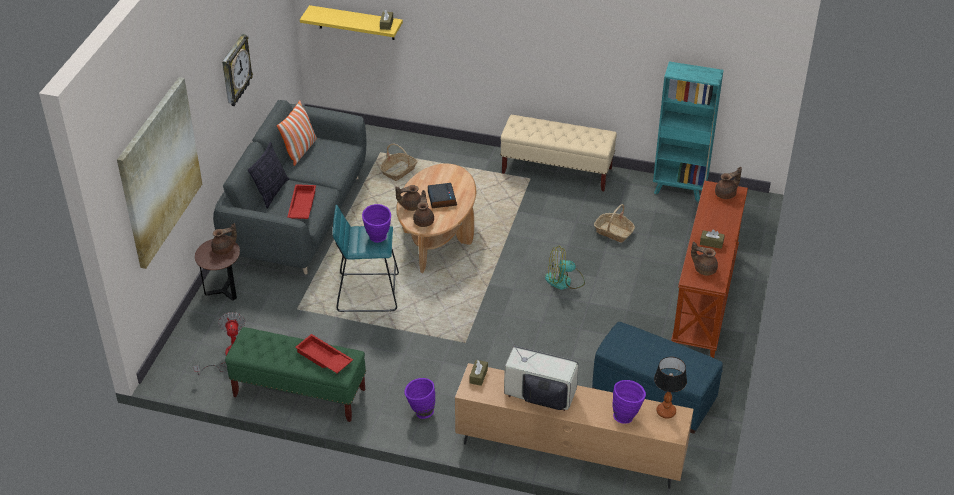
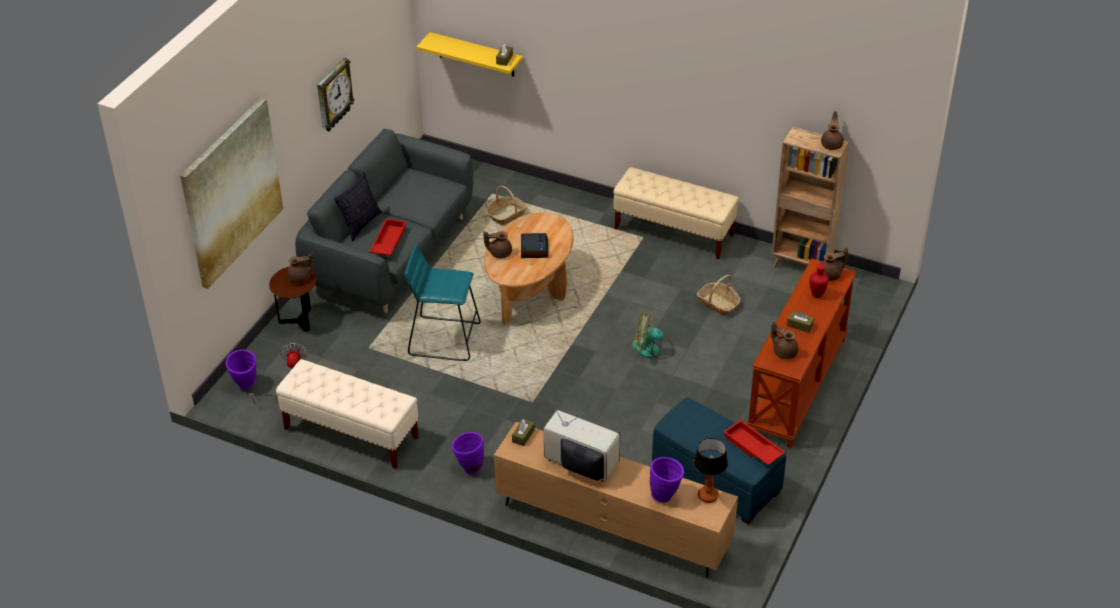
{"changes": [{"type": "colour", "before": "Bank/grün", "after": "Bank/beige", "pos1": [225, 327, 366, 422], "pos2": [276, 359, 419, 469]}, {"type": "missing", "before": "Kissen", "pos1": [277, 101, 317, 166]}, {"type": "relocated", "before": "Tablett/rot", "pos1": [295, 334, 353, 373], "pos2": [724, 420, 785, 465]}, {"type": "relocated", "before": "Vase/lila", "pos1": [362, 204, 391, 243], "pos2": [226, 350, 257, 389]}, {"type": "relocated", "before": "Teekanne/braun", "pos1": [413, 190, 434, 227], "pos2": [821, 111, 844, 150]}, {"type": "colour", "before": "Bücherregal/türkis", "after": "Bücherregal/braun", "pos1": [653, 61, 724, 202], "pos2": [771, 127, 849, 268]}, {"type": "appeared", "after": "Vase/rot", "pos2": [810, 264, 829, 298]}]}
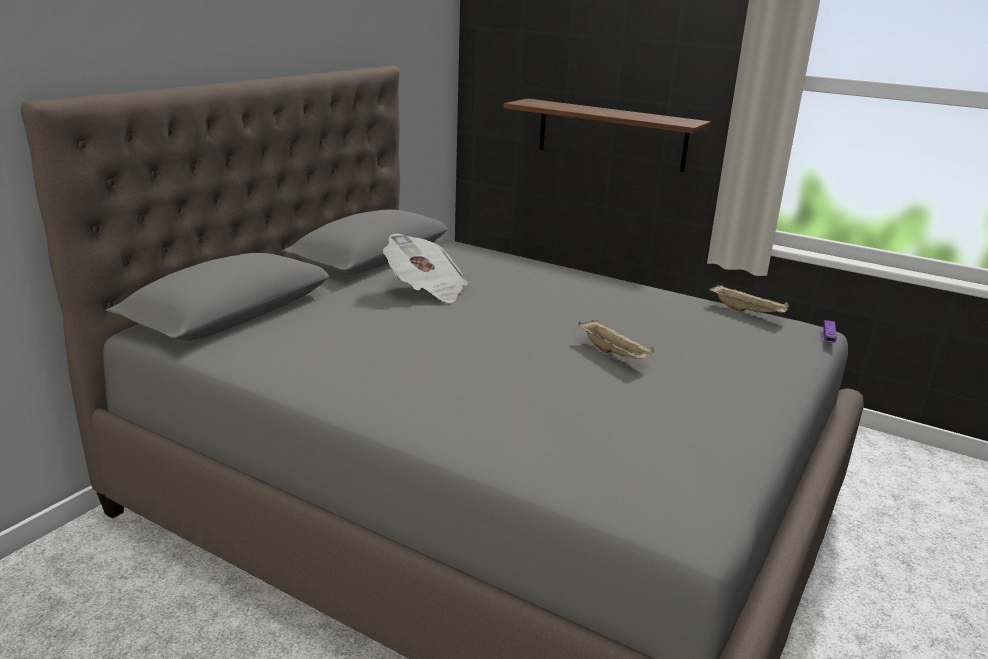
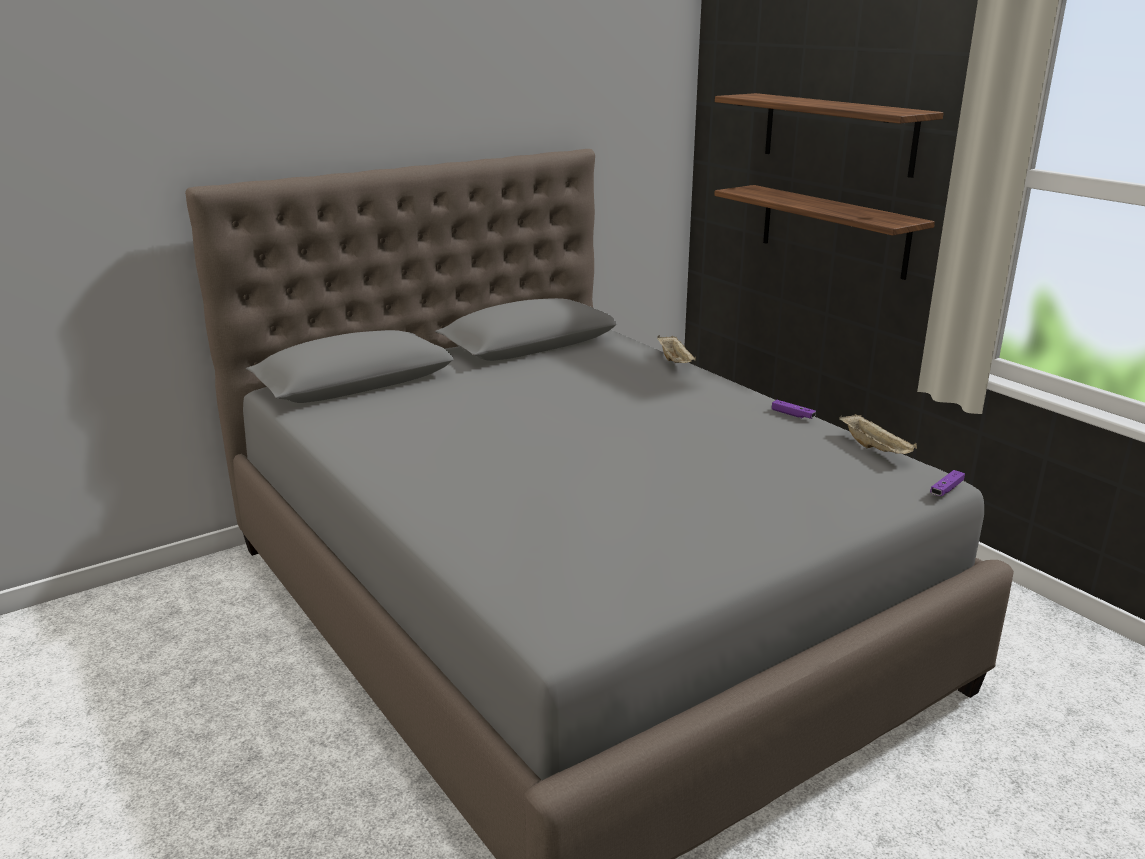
{"changes": [{"type": "missing", "before": "Zeitung", "pos1": [383, 234, 468, 303]}, {"type": "relocated", "before": "Tablett/beige", "pos1": [578, 320, 654, 359], "pos2": [657, 335, 696, 363]}, {"type": "appeared", "after": "Wandregal", "pos2": [715, 93, 944, 178]}, {"type": "appeared", "after": "Gamepad/lila", "pos2": [772, 400, 816, 419]}]}
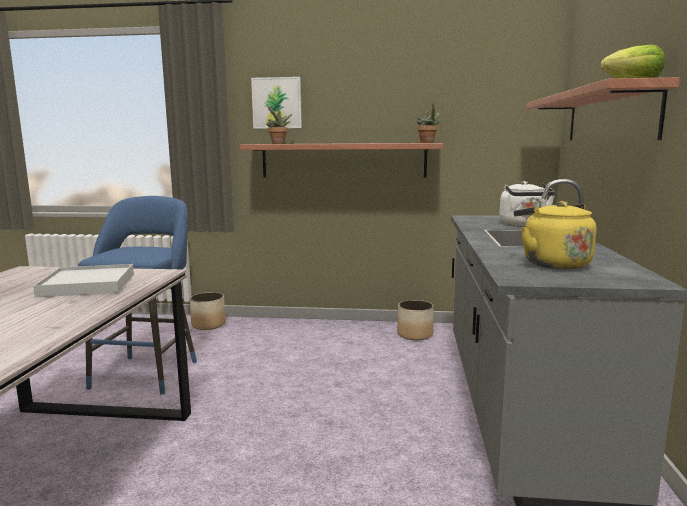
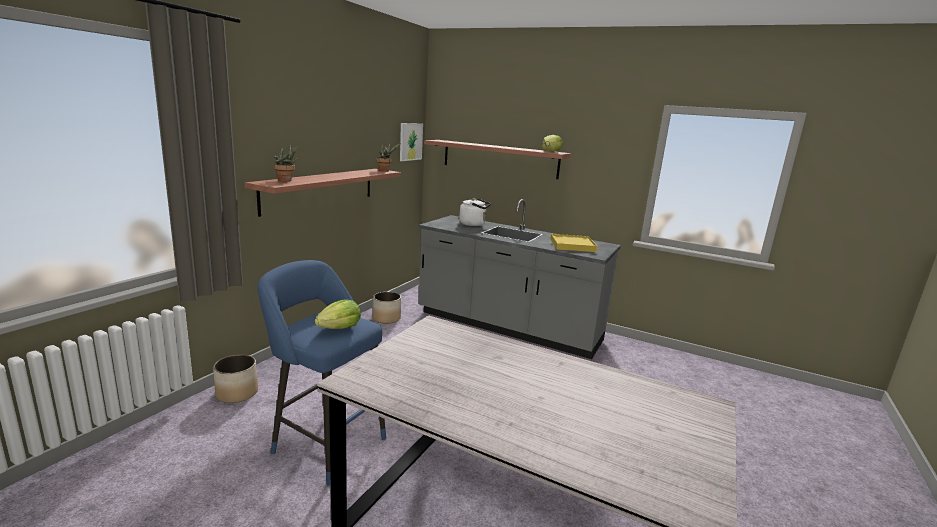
{"changes": [{"type": "missing", "before": "Tablett/weiß", "pos1": [33, 264, 134, 297]}, {"type": "relocated", "before": "Bild", "pos1": [251, 77, 302, 129], "pos2": [400, 123, 423, 161]}, {"type": "exchanged", "before": "Wasserkessel/gelb", "after": "Tablett/gelb", "pos1": [514, 201, 596, 269], "pos2": [551, 234, 598, 252]}, {"type": "appeared", "after": "Salatkopf", "pos2": [315, 300, 361, 329]}]}
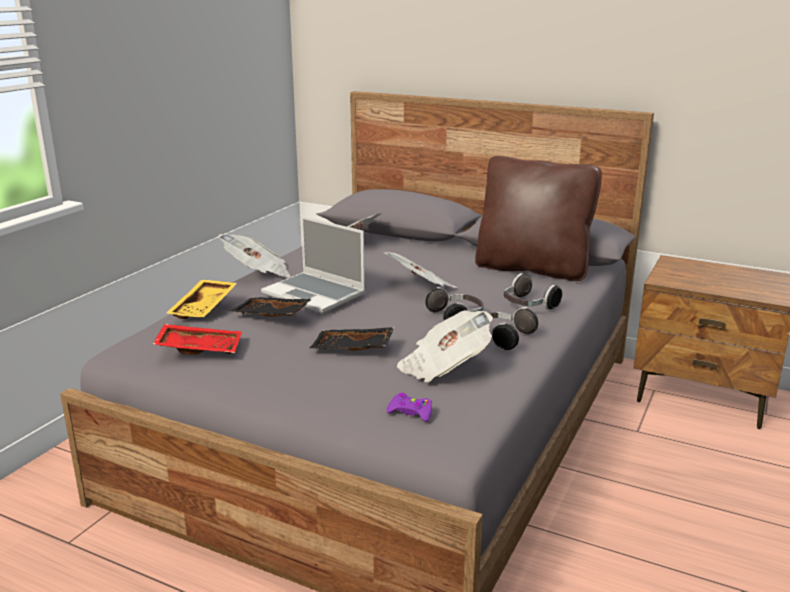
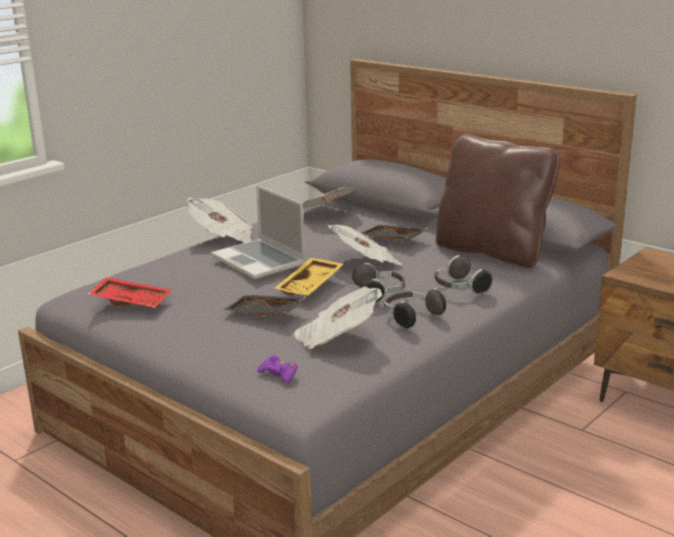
{"changes": [{"type": "relocated", "before": "Tablett/gelb", "pos1": [166, 279, 237, 319], "pos2": [274, 258, 343, 295]}, {"type": "relocated", "before": "Tablett/schwarz", "pos1": [230, 297, 312, 317], "pos2": [361, 225, 428, 240]}]}
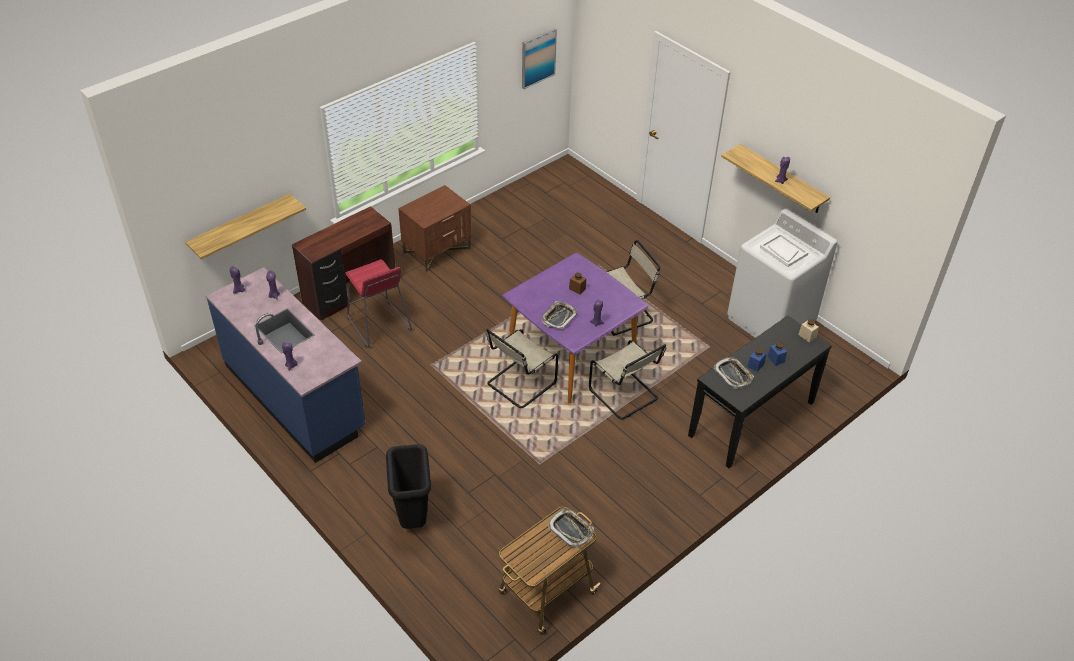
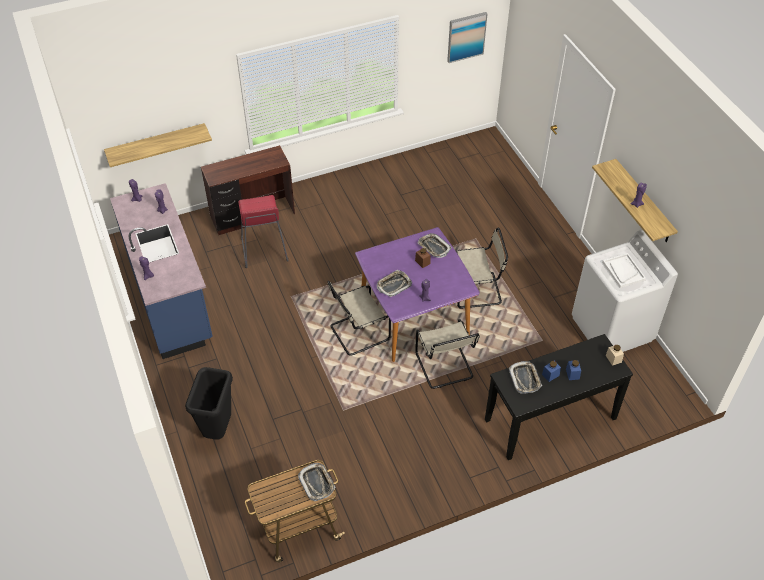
{"changes": [{"type": "missing", "before": "Nachttisch/braun", "pos1": [398, 185, 472, 273]}, {"type": "appeared", "after": "Tablett", "pos2": [418, 233, 451, 258]}]}
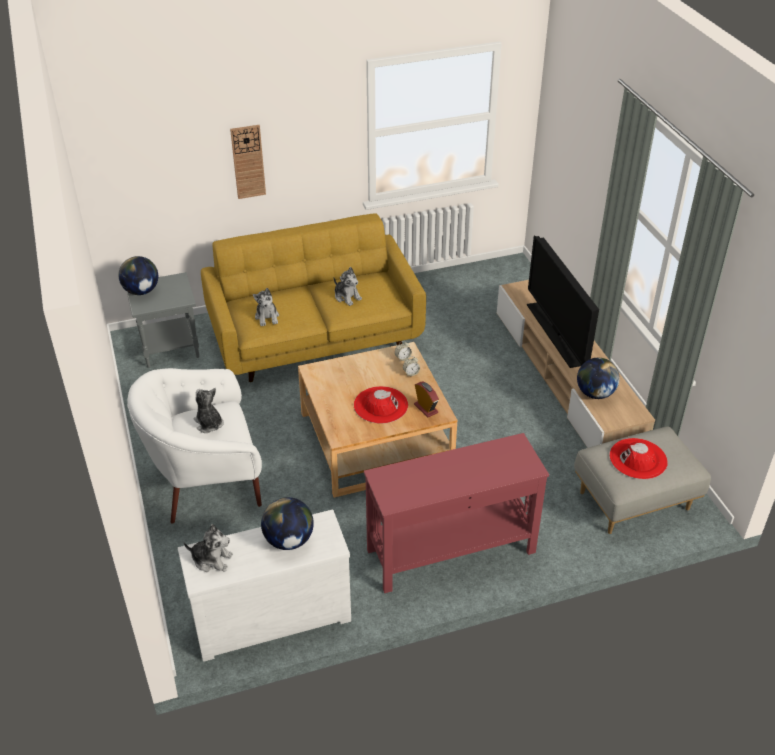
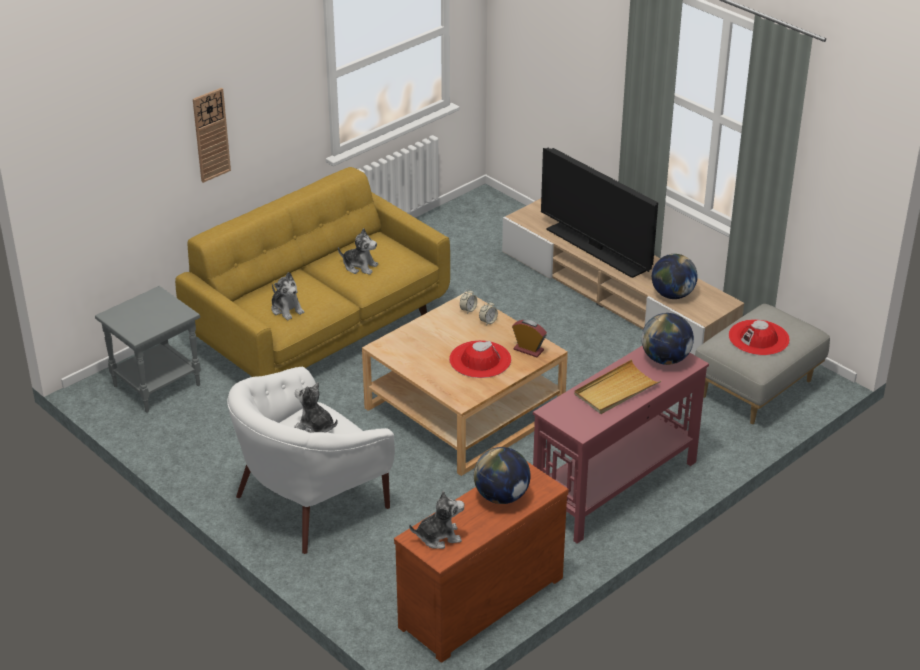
{"changes": [{"type": "relocated", "before": "Globus", "pos1": [118, 256, 158, 295], "pos2": [641, 313, 694, 365]}, {"type": "colour", "before": "Kommode/weiß", "after": "Kommode/braun", "pos1": [178, 510, 351, 662], "pos2": [394, 462, 569, 663]}, {"type": "appeared", "after": "Tablett/beige", "pos2": [574, 359, 661, 414]}]}
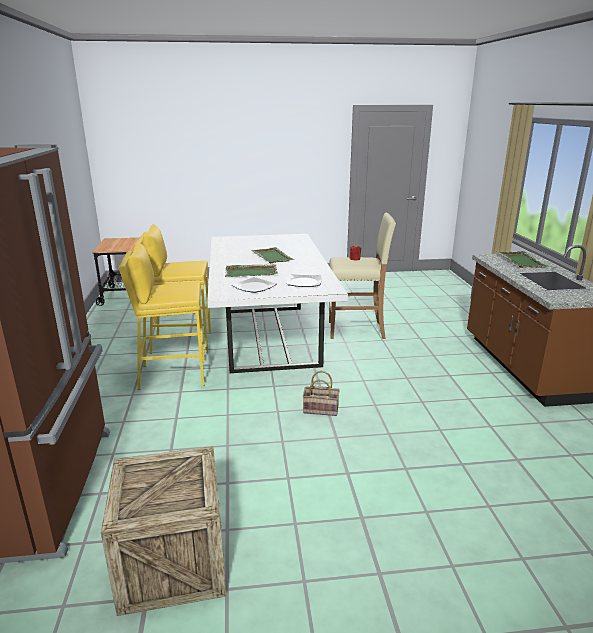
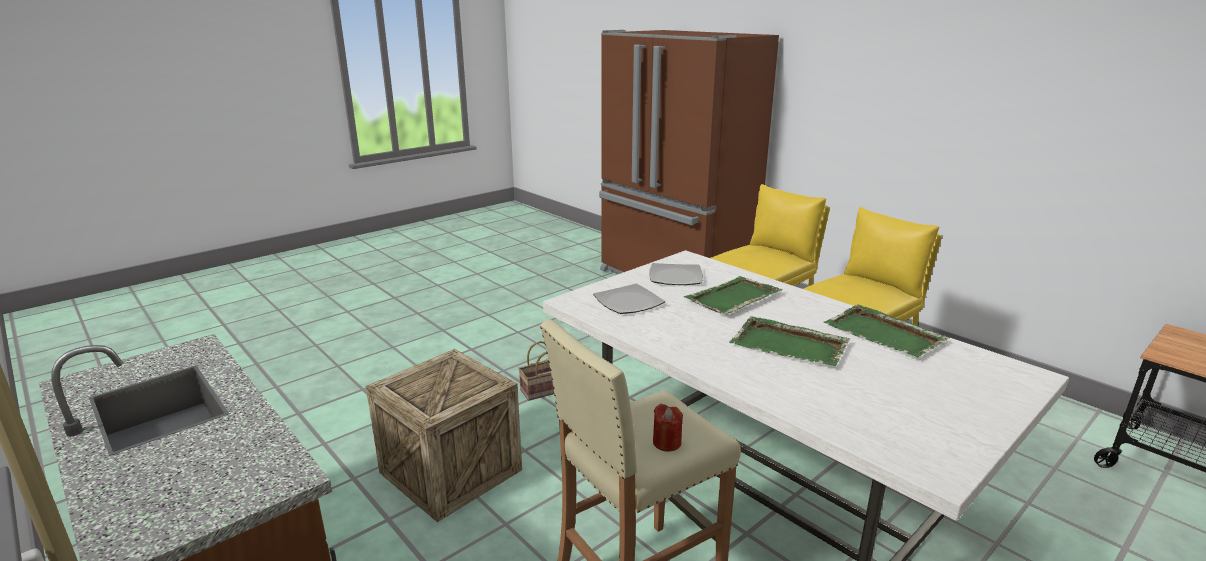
{"changes": [{"type": "relocated", "before": "Kiste", "pos1": [101, 446, 226, 616], "pos2": [366, 349, 522, 522]}, {"type": "relocated", "before": "Tablett/grün", "pos1": [496, 251, 549, 268], "pos2": [823, 304, 950, 357]}]}
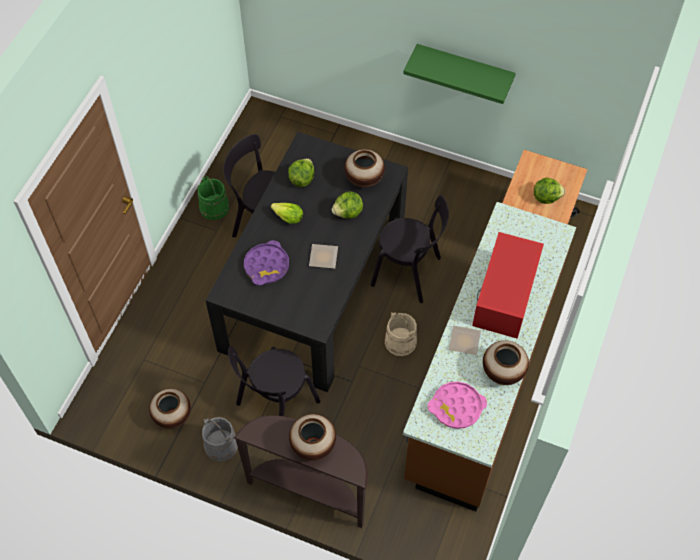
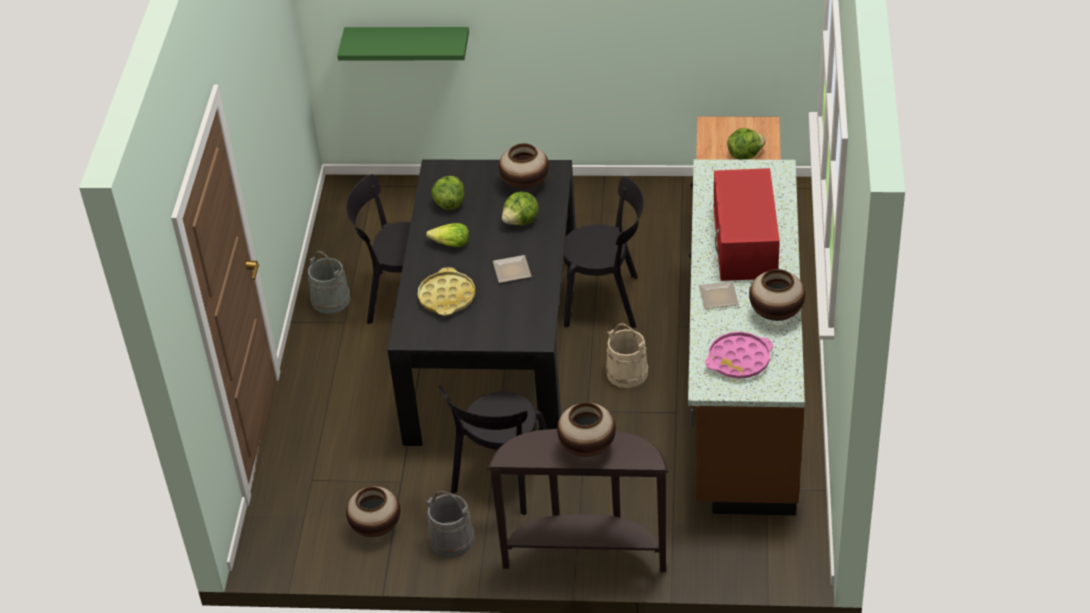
{"changes": [{"type": "colour", "before": "Eimer/grün", "after": "Eimer/grau", "pos1": [198, 176, 229, 220], "pos2": [308, 251, 350, 314]}, {"type": "colour", "before": "Tablett/lila", "after": "Tablett/gelb", "pos1": [244, 240, 289, 285], "pos2": [418, 267, 475, 316]}, {"type": "relocated", "before": "Wandregal/grün", "pos1": [403, 44, 516, 104], "pos2": [337, 27, 469, 60]}]}
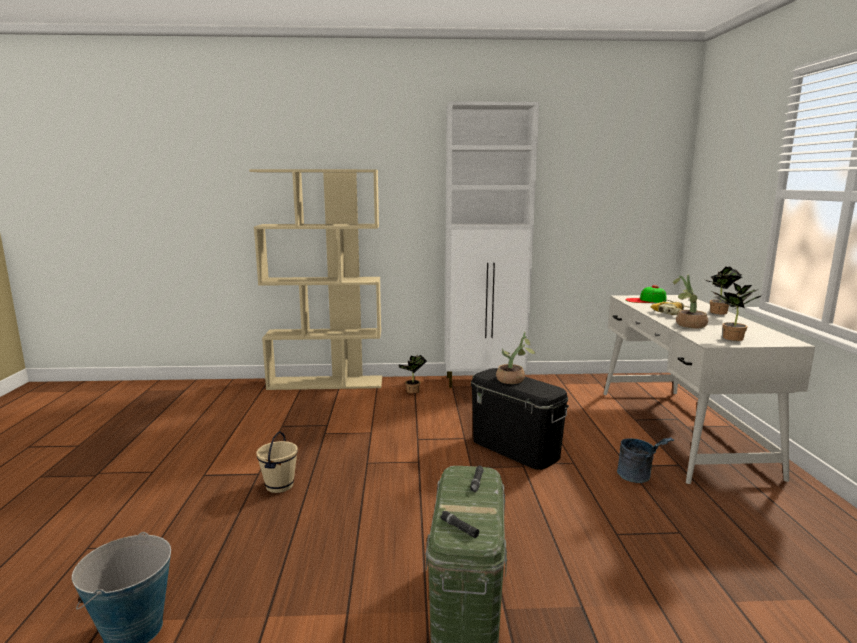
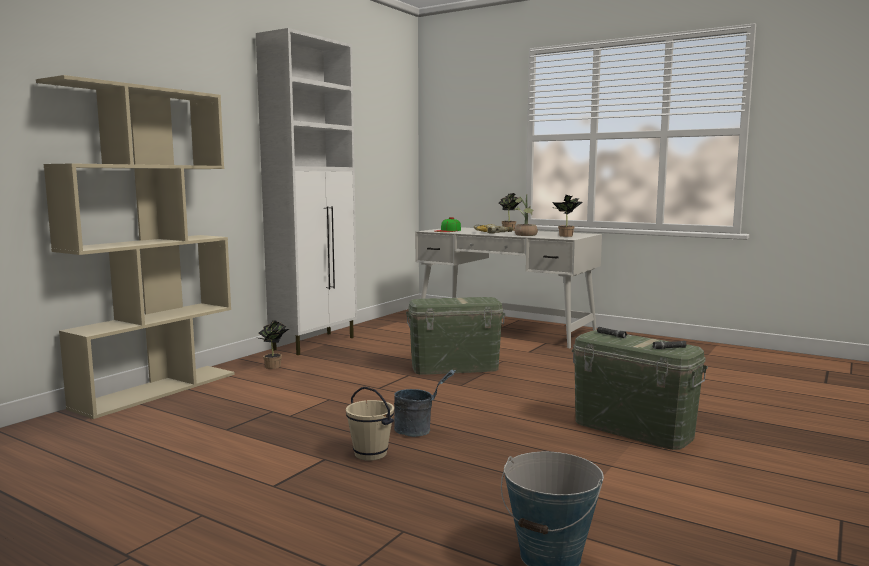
{"changes": [{"type": "colour", "before": "Aufbewahrungsbox/schwarz", "after": "Aufbewahrungsbox/grün", "pos1": [471, 368, 569, 470], "pos2": [406, 297, 505, 375]}, {"type": "missing", "before": "Topfpflanze", "pos1": [496, 332, 536, 384]}, {"type": "relocated", "before": "Eimer/grau", "pos1": [617, 438, 674, 483], "pos2": [394, 370, 456, 437]}]}
